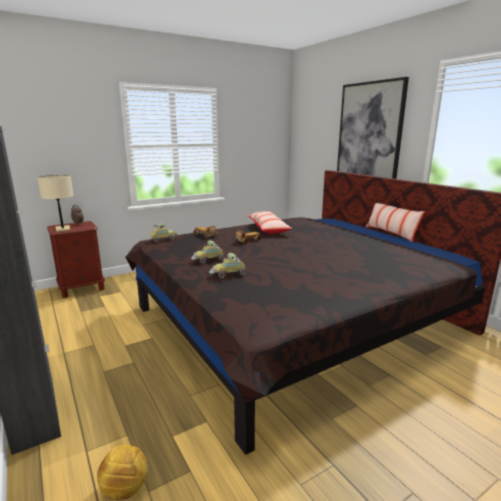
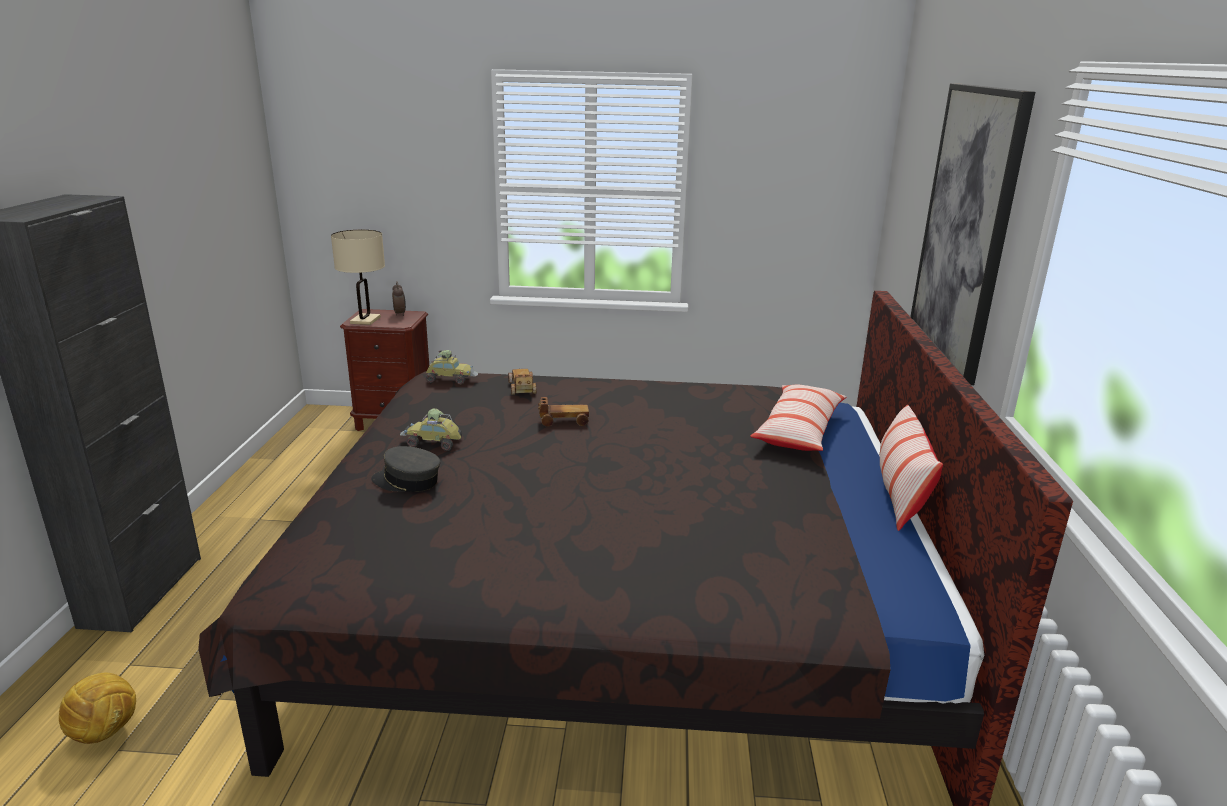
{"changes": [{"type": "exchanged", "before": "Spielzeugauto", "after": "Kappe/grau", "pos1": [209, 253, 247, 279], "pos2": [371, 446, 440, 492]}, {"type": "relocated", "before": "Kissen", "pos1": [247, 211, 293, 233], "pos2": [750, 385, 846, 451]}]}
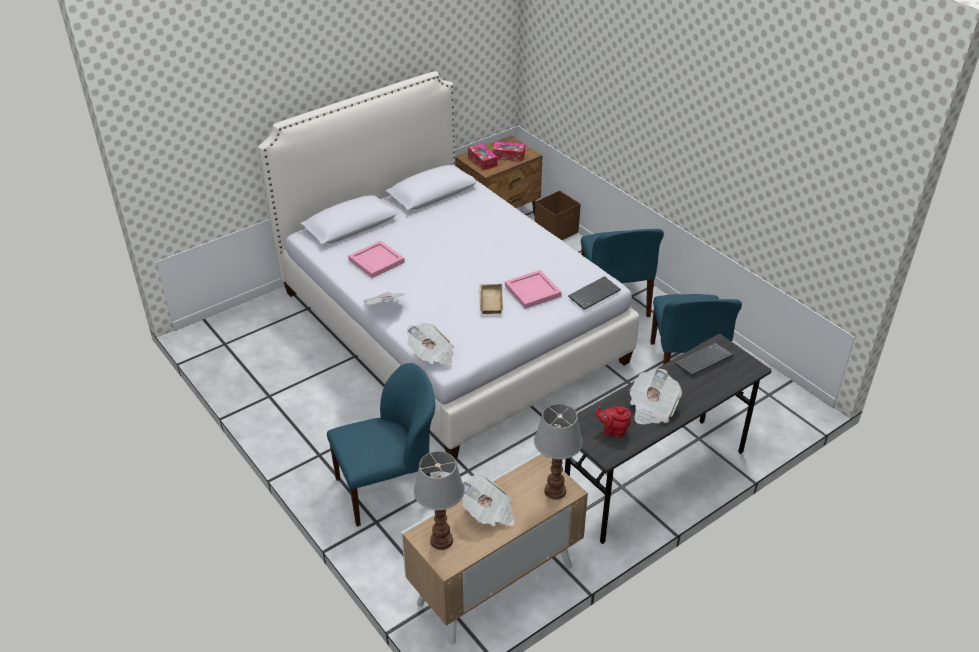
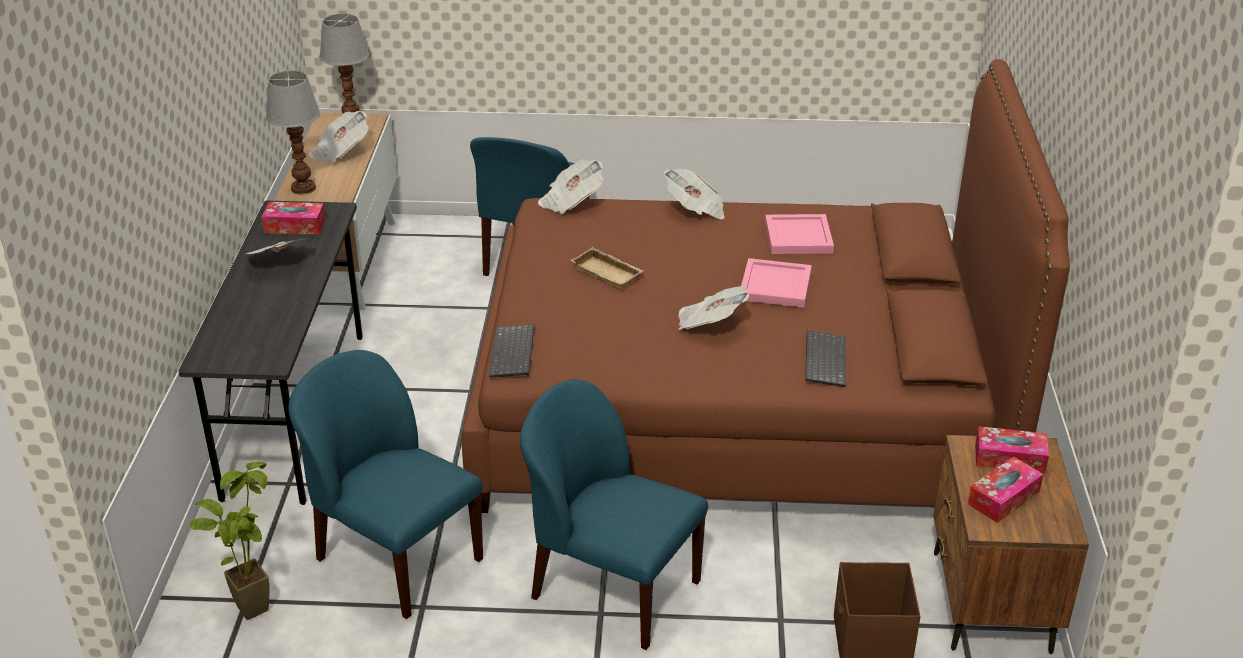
{"changes": [{"type": "colour", "before": "Bett/weiß", "after": "Bett/braun", "pos1": [258, 71, 639, 458], "pos2": [462, 59, 1070, 513]}, {"type": "relocated", "before": "Tablett/rosa", "pos1": [505, 270, 562, 309], "pos2": [741, 258, 812, 308]}, {"type": "exchanged", "before": "Teekanne/rot", "after": "Taschentuchbox", "pos1": [595, 407, 631, 438], "pos2": [261, 202, 326, 235]}, {"type": "relocated", "before": "Tastatur", "pos1": [674, 342, 734, 376], "pos2": [805, 330, 846, 387]}, {"type": "appeared", "after": "Topfpflanze", "pos2": [189, 462, 269, 620]}, {"type": "appeared", "after": "Zeitung", "pos2": [679, 286, 749, 330]}]}
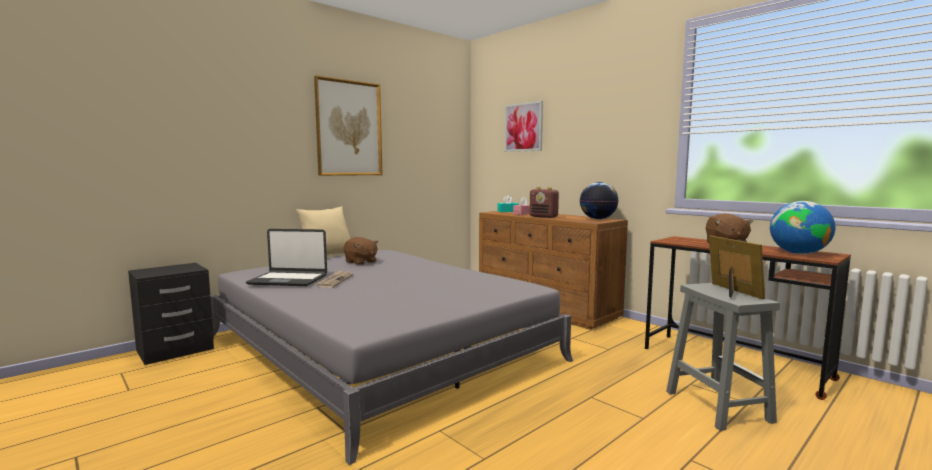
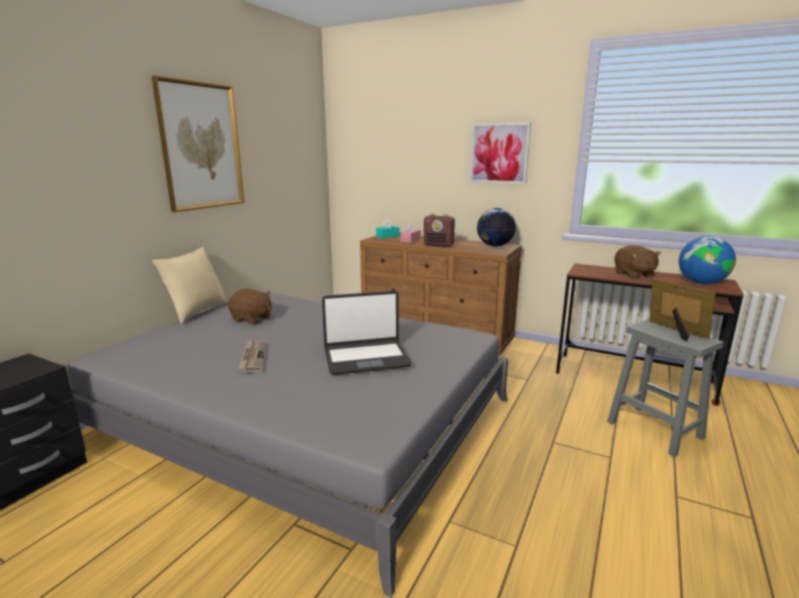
{"changes": [{"type": "relocated", "before": "Laptop", "pos1": [246, 229, 327, 286], "pos2": [322, 291, 411, 375]}, {"type": "relocated", "before": "Bild", "pos1": [505, 101, 543, 152], "pos2": [470, 122, 531, 184]}]}
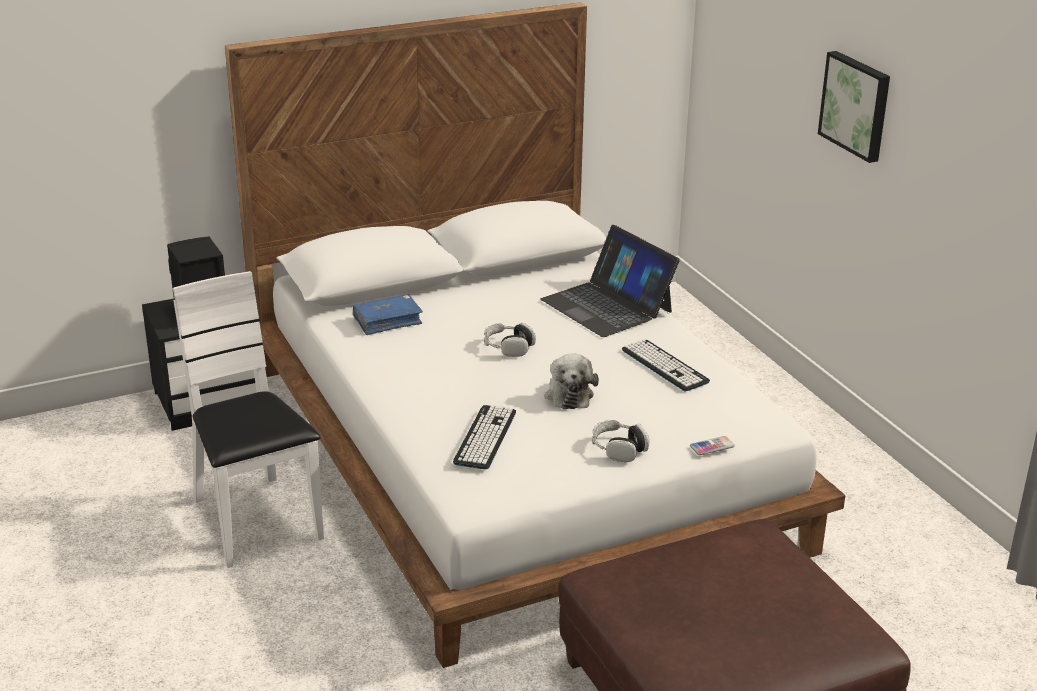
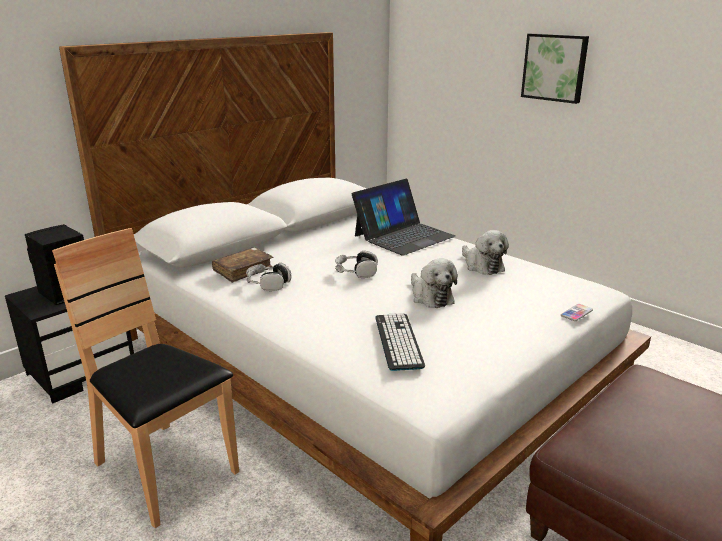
{"changes": [{"type": "colour", "before": "Stuhl/weiß", "after": "Stuhl/braun", "pos1": [173, 271, 324, 568], "pos2": [52, 228, 239, 528]}, {"type": "colour", "before": "Buch/blau", "after": "Buch/braun", "pos1": [353, 294, 423, 335], "pos2": [212, 247, 273, 283]}, {"type": "spun", "before": "Laptop", "pos1": [541, 225, 680, 337], "pos2": [352, 178, 456, 256], "turn": -75}, {"type": "relocated", "before": "Kopfhörer", "pos1": [592, 420, 649, 462], "pos2": [246, 263, 291, 291]}, {"type": "exchanged", "before": "Tastatur", "after": "Plüschtier", "pos1": [622, 339, 710, 391], "pos2": [462, 230, 509, 275]}]}
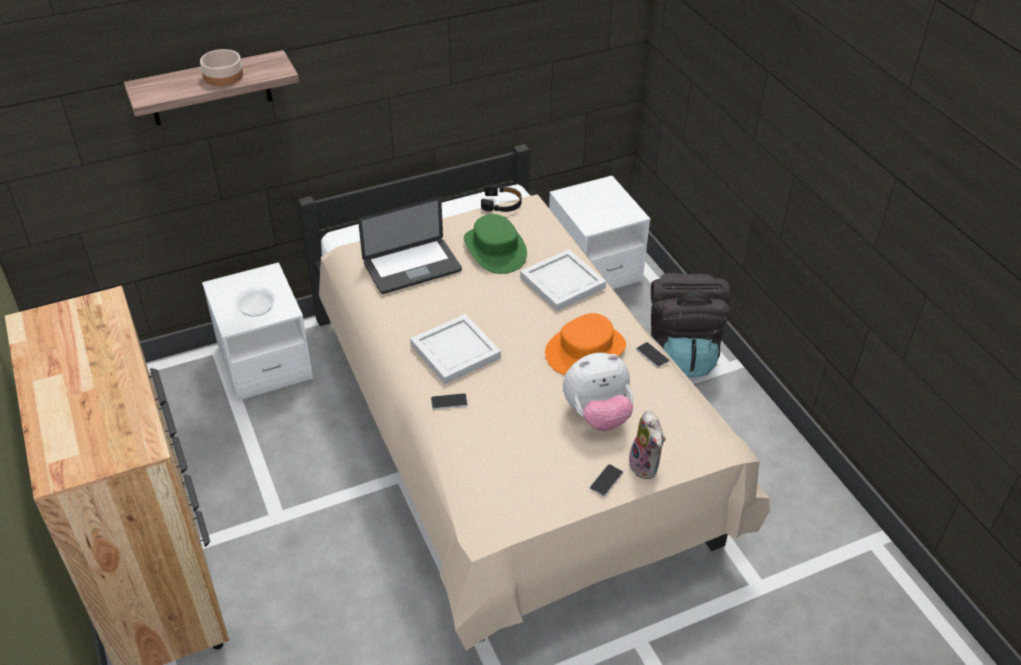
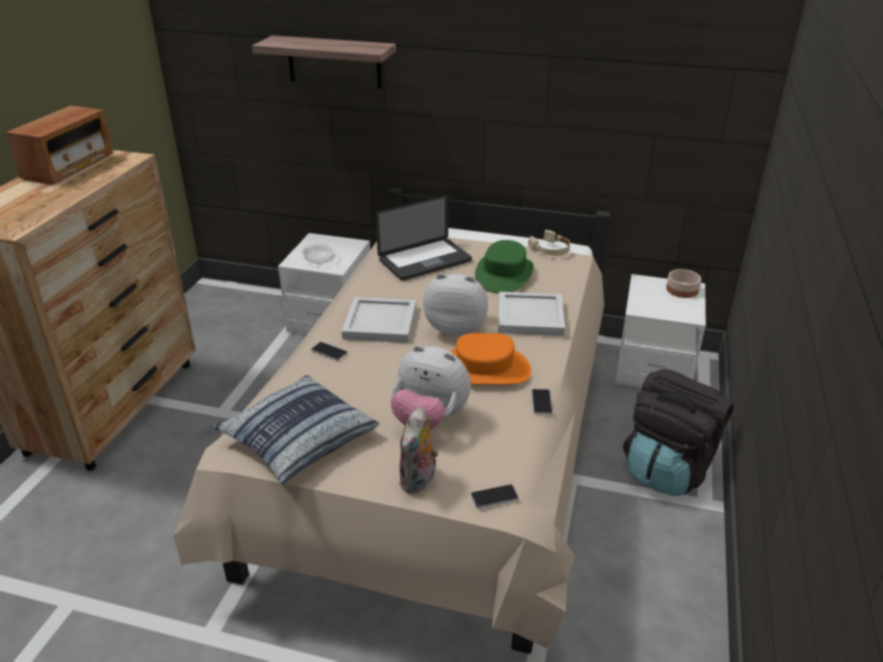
{"changes": [{"type": "relocated", "before": "Schüssel", "pos1": [200, 49, 243, 86], "pos2": [666, 269, 701, 298]}, {"type": "spun", "before": "Laptop", "pos1": [358, 198, 462, 294], "pos2": [376, 195, 472, 281], "turn": -45}, {"type": "colour", "before": "Kopfhörer/schwarz", "after": "Kopfhörer/beige", "pos1": [481, 185, 522, 212], "pos2": [528, 230, 570, 256]}, {"type": "relocated", "before": "Handy", "pos1": [590, 464, 623, 496], "pos2": [471, 484, 519, 508]}, {"type": "appeared", "after": "Radio", "pos2": [6, 106, 113, 185]}, {"type": "appeared", "after": "Kissen", "pos2": [213, 375, 379, 485]}, {"type": "appeared", "after": "Plüschtier", "pos2": [423, 273, 488, 337]}]}
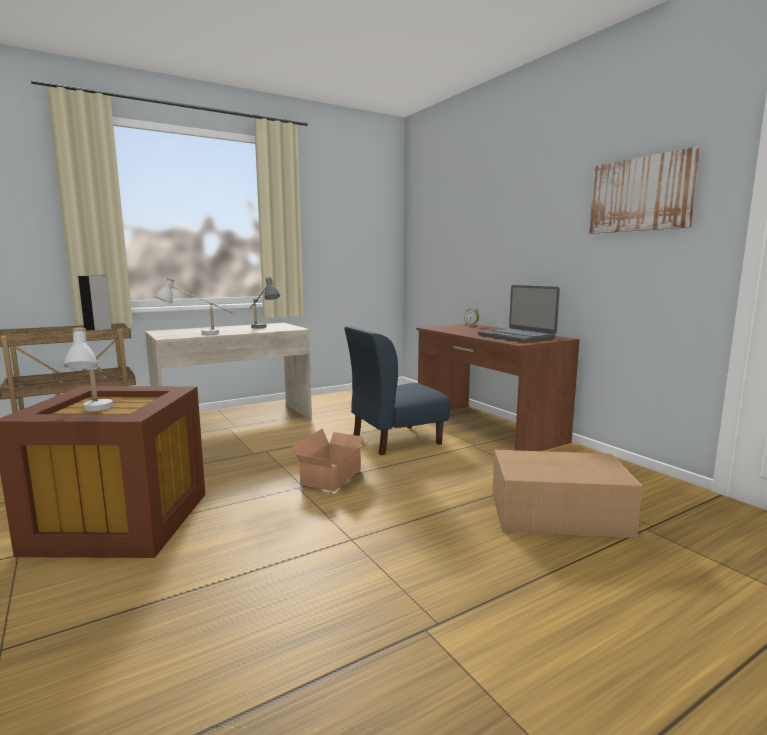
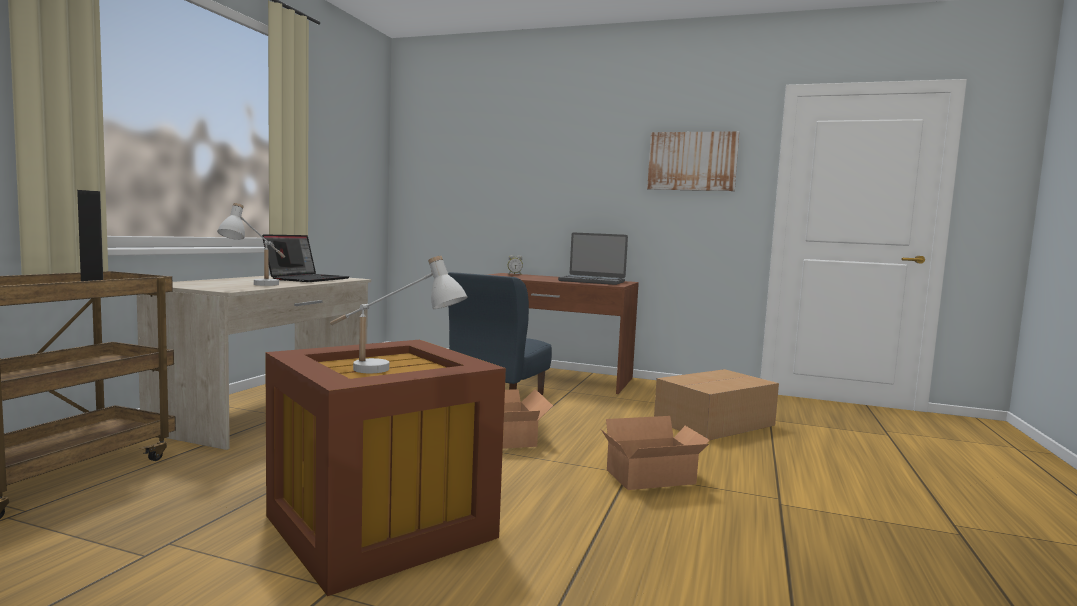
{"changes": [{"type": "exchanged", "before": "Tischlampe/grau", "after": "Laptop", "pos1": [249, 277, 280, 328], "pos2": [262, 234, 349, 282]}, {"type": "appeared", "after": "Karton", "pos2": [601, 416, 710, 490]}]}
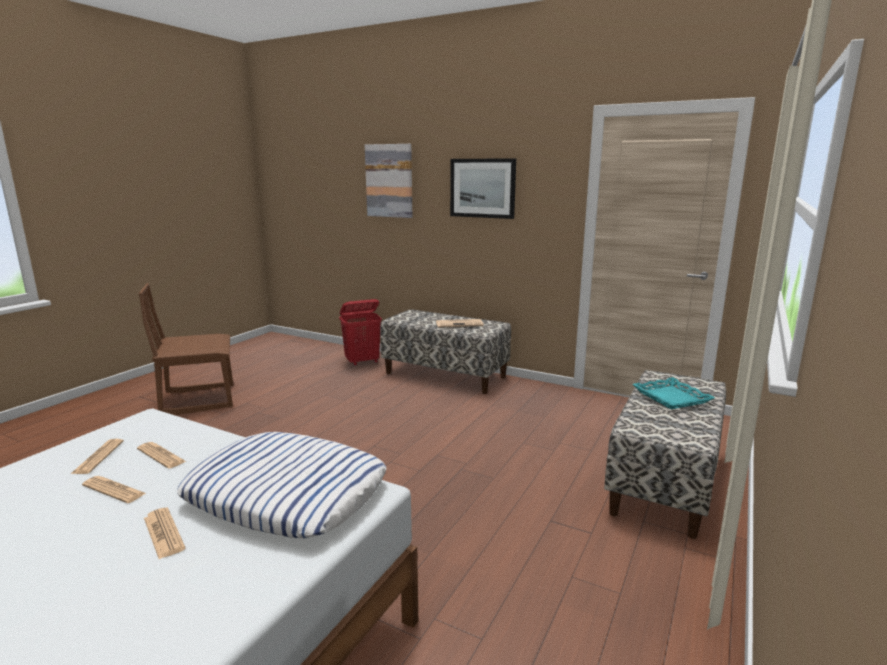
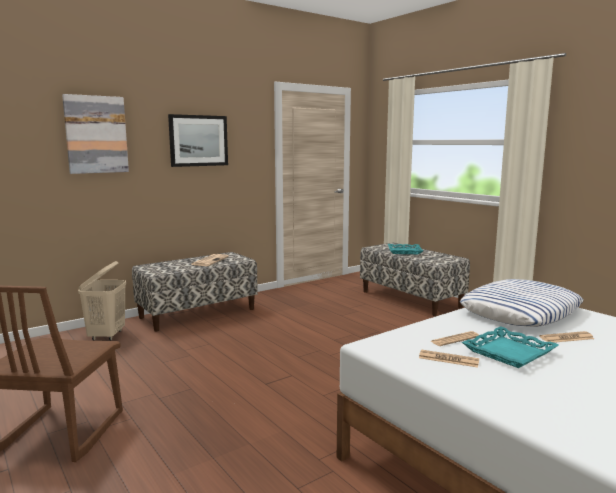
{"changes": [{"type": "exchanged", "before": "Zeitung", "after": "Tablett/türkis", "pos1": [82, 476, 147, 503], "pos2": [462, 326, 559, 368]}, {"type": "colour", "before": "Wäschekorb/rot", "after": "Wäschekorb/beige", "pos1": [339, 299, 382, 366], "pos2": [78, 261, 126, 341]}]}
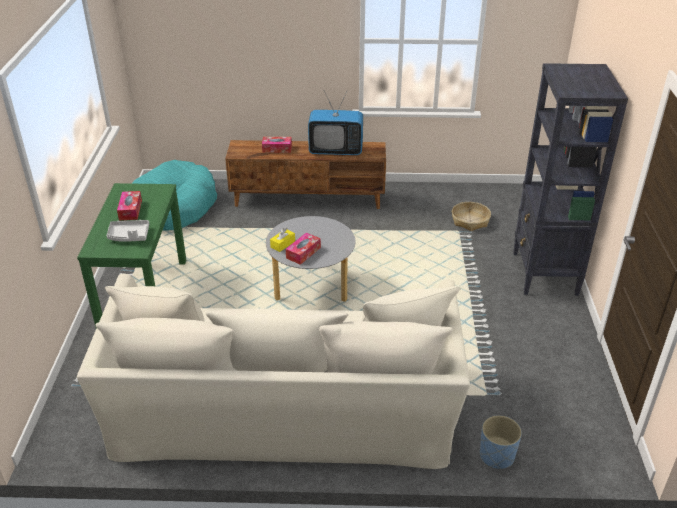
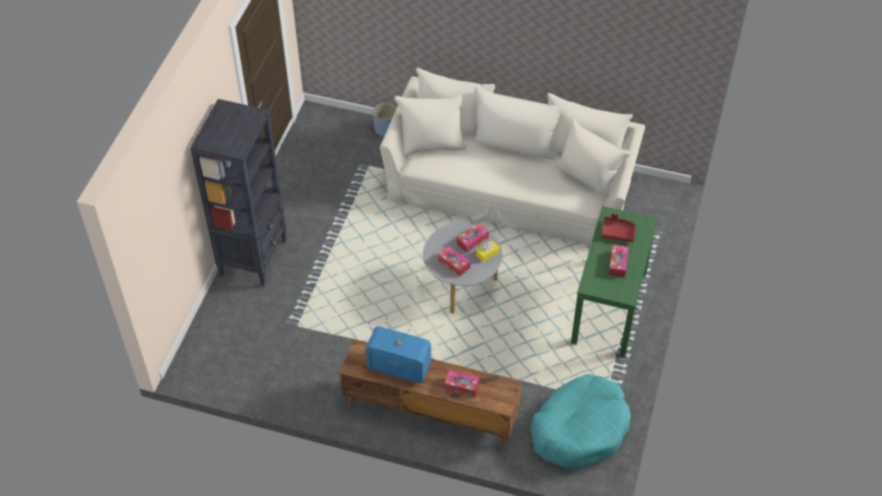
{"changes": [{"type": "colour", "before": "Tablett/grau", "after": "Tablett/rot", "pos1": [107, 220, 149, 242], "pos2": [601, 213, 636, 242]}, {"type": "missing", "before": "Korb", "pos1": [452, 202, 491, 231]}, {"type": "appeared", "after": "Taschentuchbox", "pos2": [438, 246, 471, 276]}]}
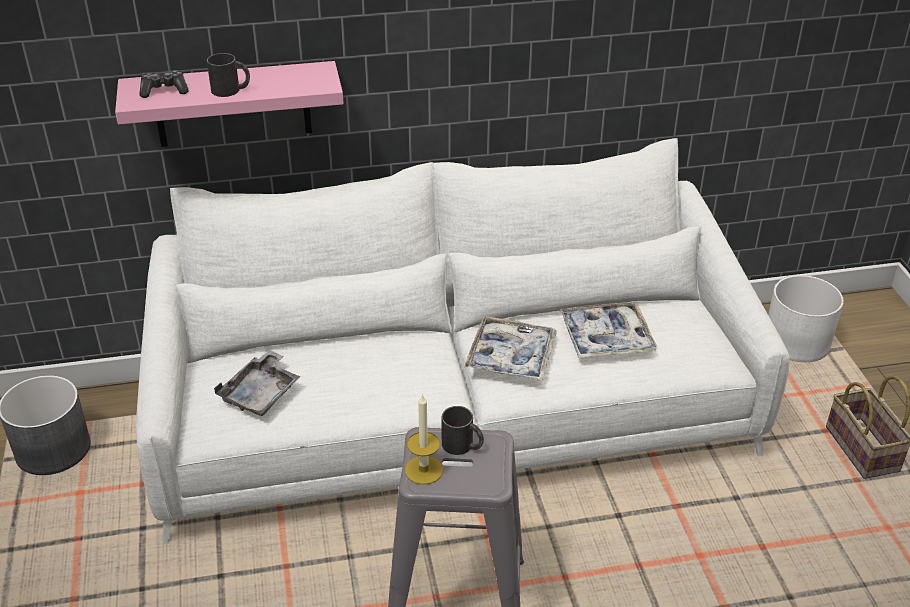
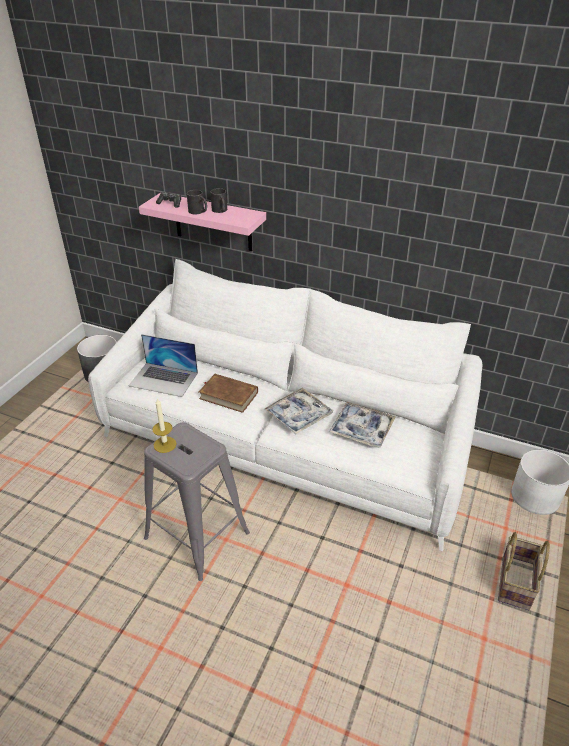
{"changes": [{"type": "exchanged", "before": "Tablett/grau", "after": "Laptop", "pos1": [214, 350, 300, 416], "pos2": [128, 334, 198, 397]}, {"type": "relocated", "before": "Henkelbecher/schwarz", "pos1": [441, 406, 484, 455], "pos2": [210, 188, 227, 213]}, {"type": "appeared", "after": "Buch/braun", "pos2": [199, 374, 258, 413]}]}
